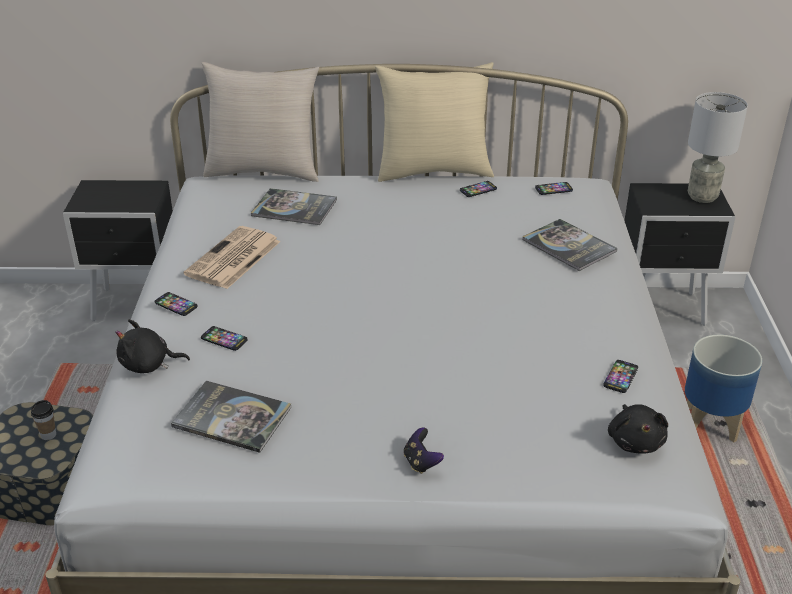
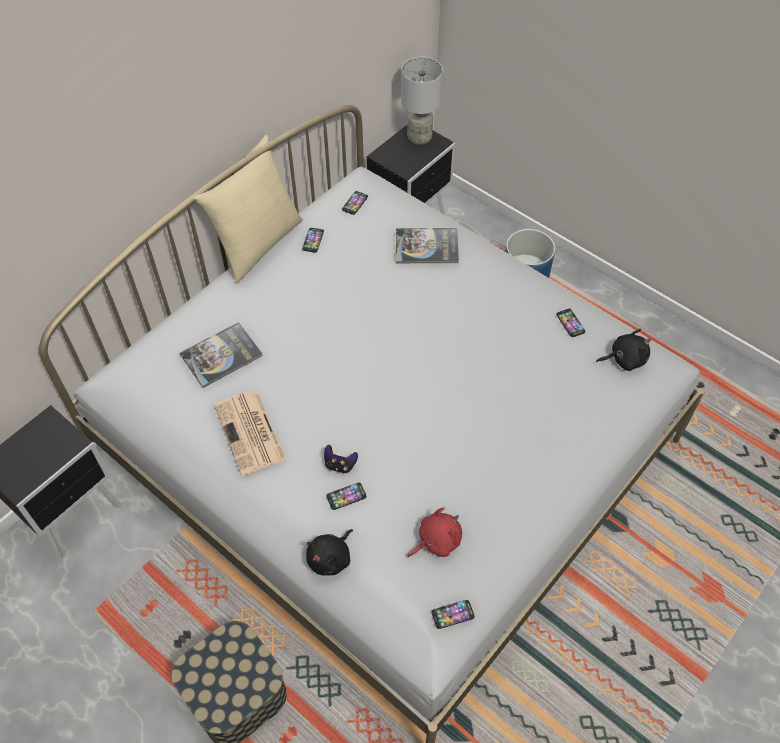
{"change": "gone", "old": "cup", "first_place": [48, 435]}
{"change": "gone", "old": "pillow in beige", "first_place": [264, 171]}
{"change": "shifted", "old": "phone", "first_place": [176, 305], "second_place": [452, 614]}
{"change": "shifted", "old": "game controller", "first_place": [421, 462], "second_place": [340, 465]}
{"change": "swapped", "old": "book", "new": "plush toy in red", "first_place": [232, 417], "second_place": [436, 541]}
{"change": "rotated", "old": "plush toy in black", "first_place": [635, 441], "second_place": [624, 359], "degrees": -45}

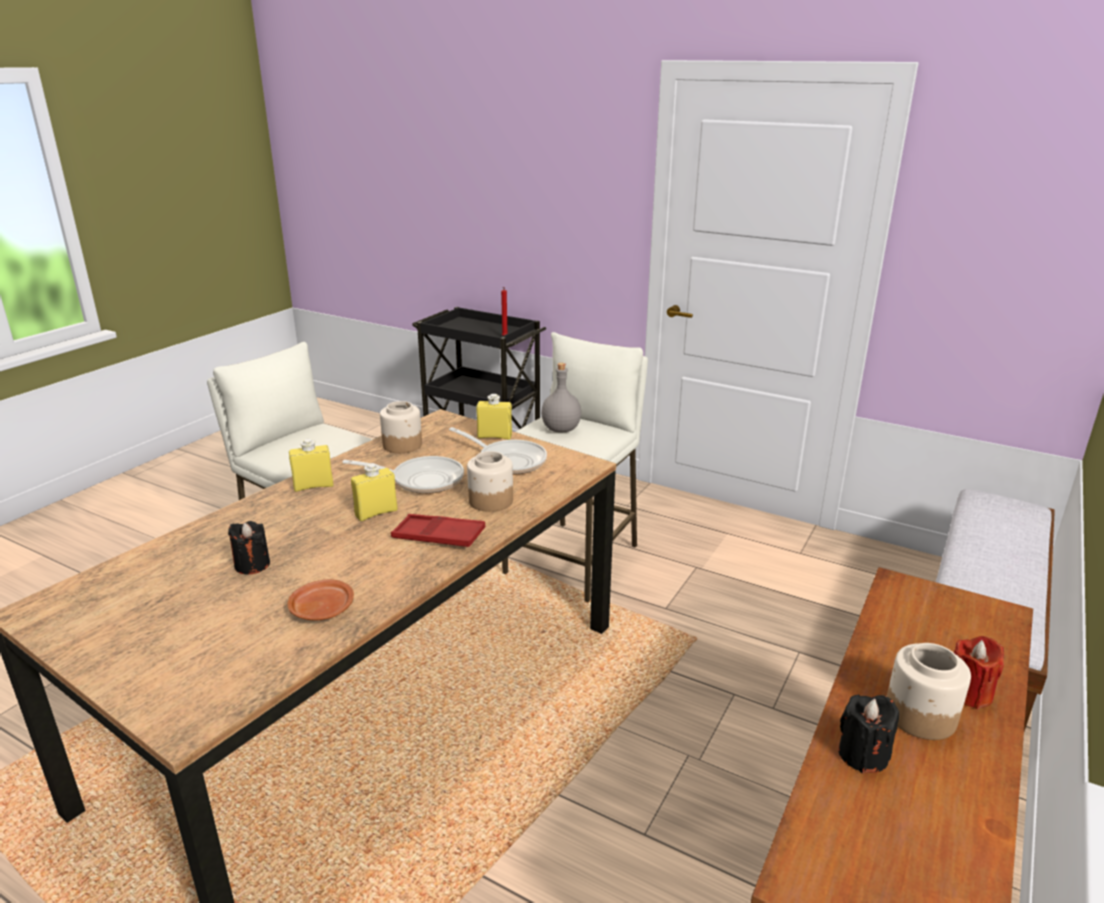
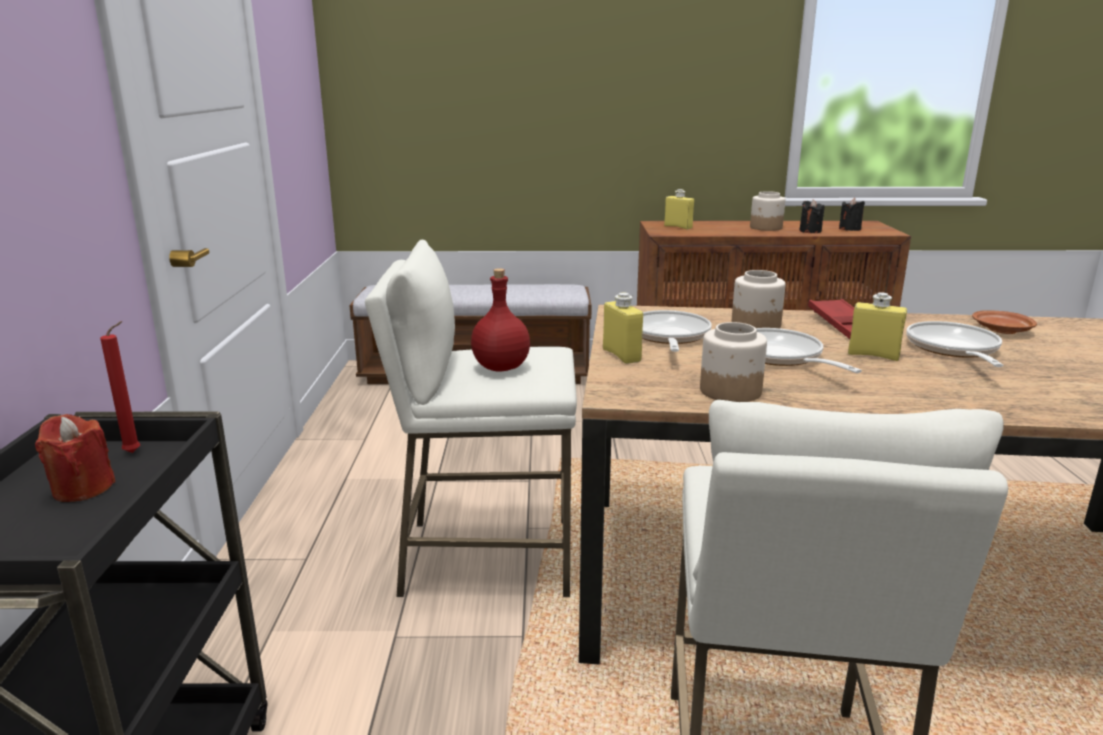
{"change": "new", "new": "frying pan", "second_place": [953, 350]}
{"change": "shifted", "old": "candle in black", "first_place": [252, 565], "second_place": [849, 229]}
{"change": "shifted", "old": "bottle in yellow", "first_place": [313, 486], "second_place": [678, 227]}
{"change": "shifted", "old": "candle in red", "first_place": [968, 693], "second_place": [82, 488]}
{"change": "repainted", "old": "bottle in grey", "new": "bottle in red", "first_place": [560, 429], "second_place": [501, 368]}

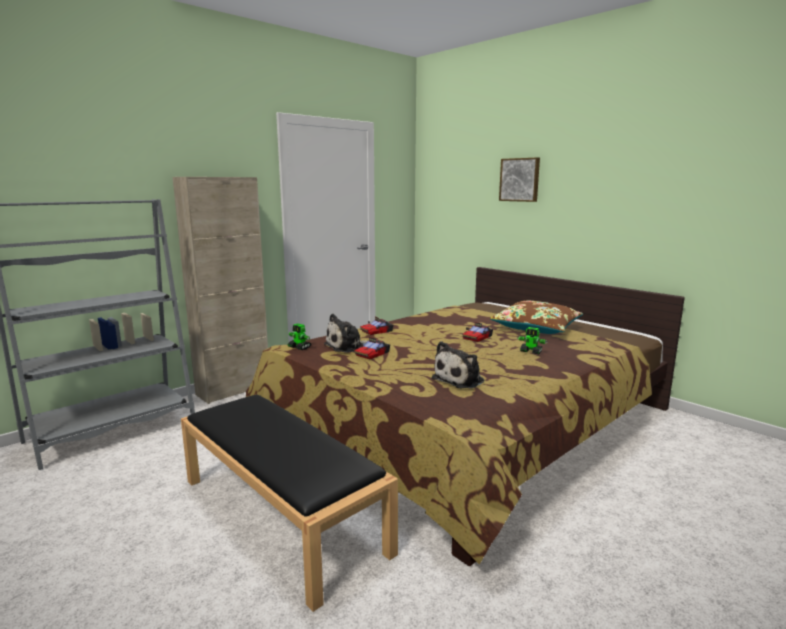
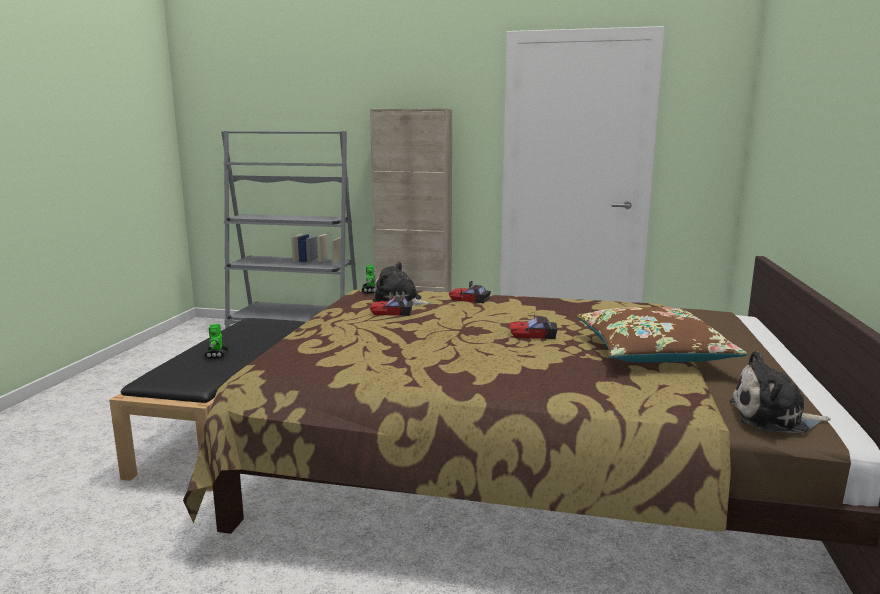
{"change": "gone", "old": "picture", "first_place": [520, 180]}
{"change": "shifted", "old": "plush toy", "first_place": [460, 379], "second_place": [773, 418]}
{"change": "shifted", "old": "toy robot", "first_place": [531, 352], "second_place": [217, 355]}

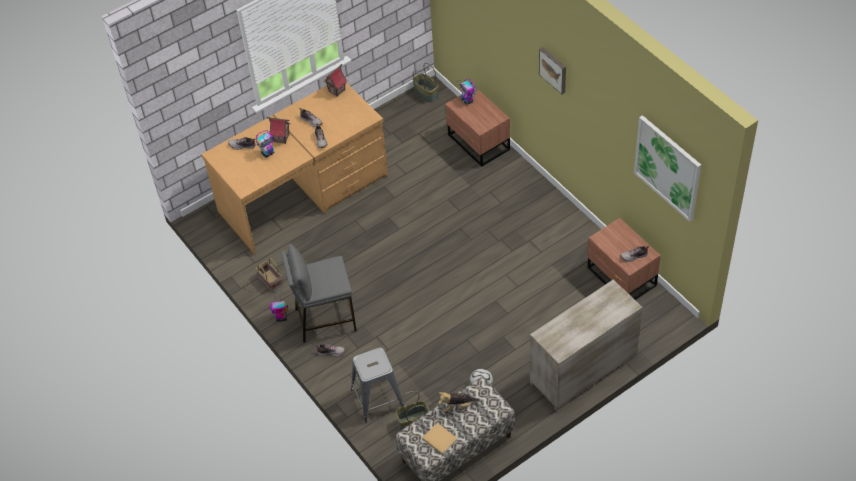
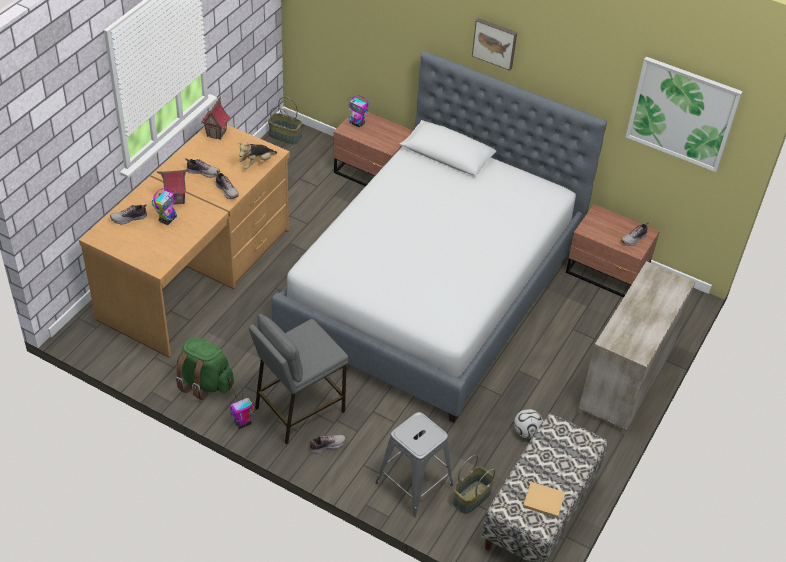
{"change": "new", "new": "bed", "second_place": [433, 288]}
{"change": "shifted", "old": "plush toy", "first_place": [457, 406], "second_place": [256, 163]}
{"change": "swapped", "old": "basket", "new": "backpack in green", "first_place": [269, 280], "second_place": [204, 383]}

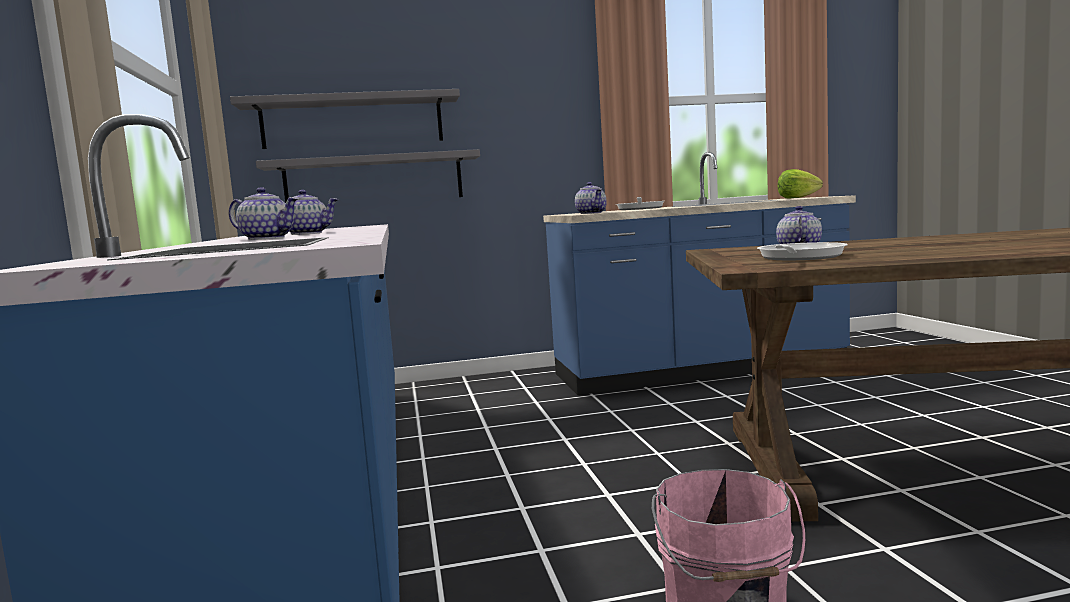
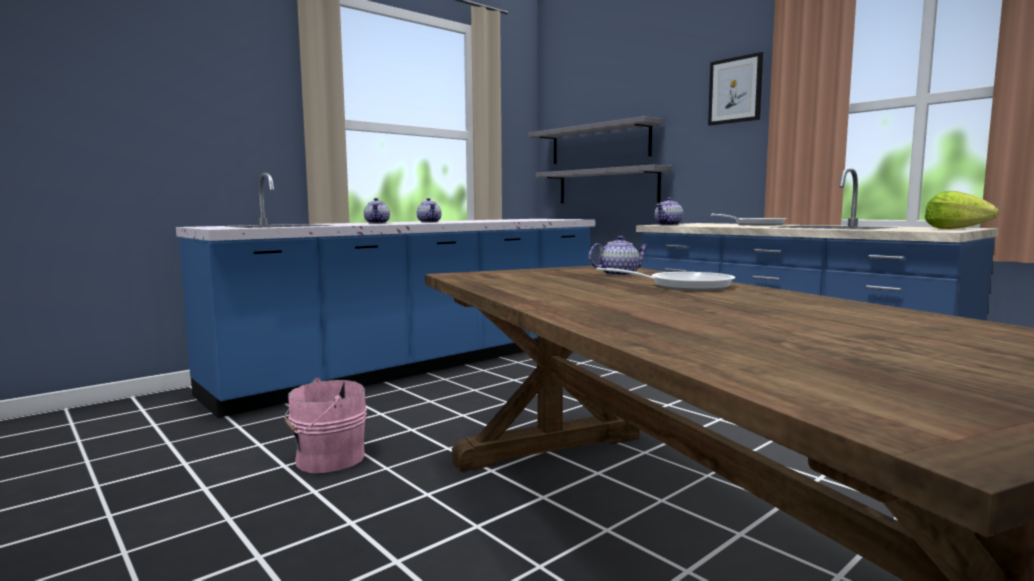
{"change": "new", "new": "picture", "second_place": [735, 90]}
{"change": "shifted", "old": "frying pan", "first_place": [798, 257], "second_place": [682, 286]}

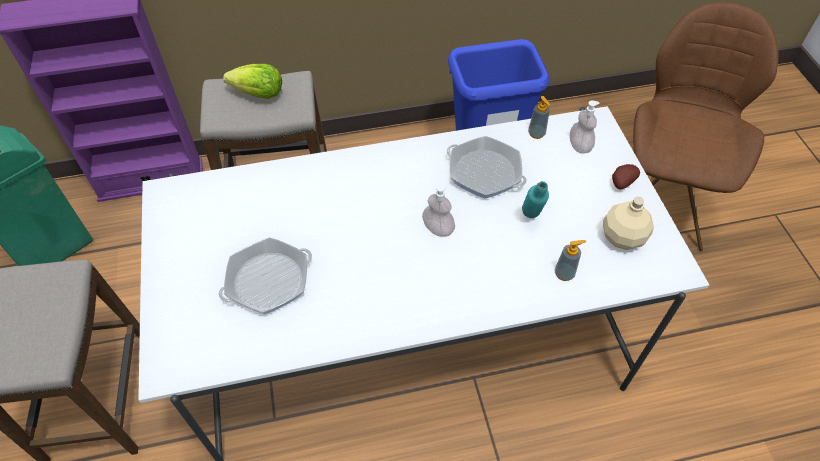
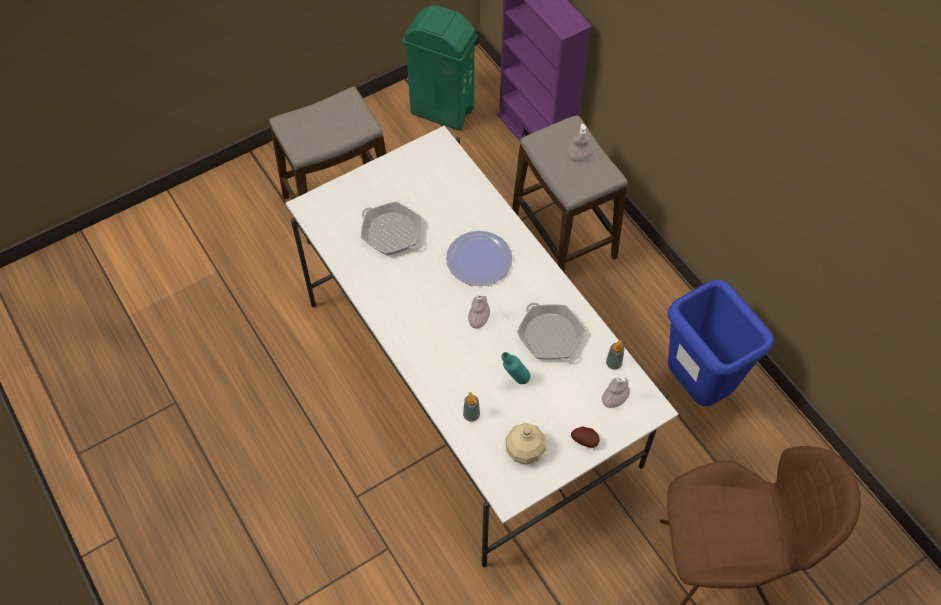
{"change": "new", "new": "plate", "second_place": [479, 259]}
{"change": "swapped", "old": "lettuce", "new": "soap dispenser", "first_place": [259, 94], "second_place": [579, 157]}
{"change": "rotated", "old": "frying pan", "first_place": [484, 172], "second_place": [550, 336], "degrees": 135}

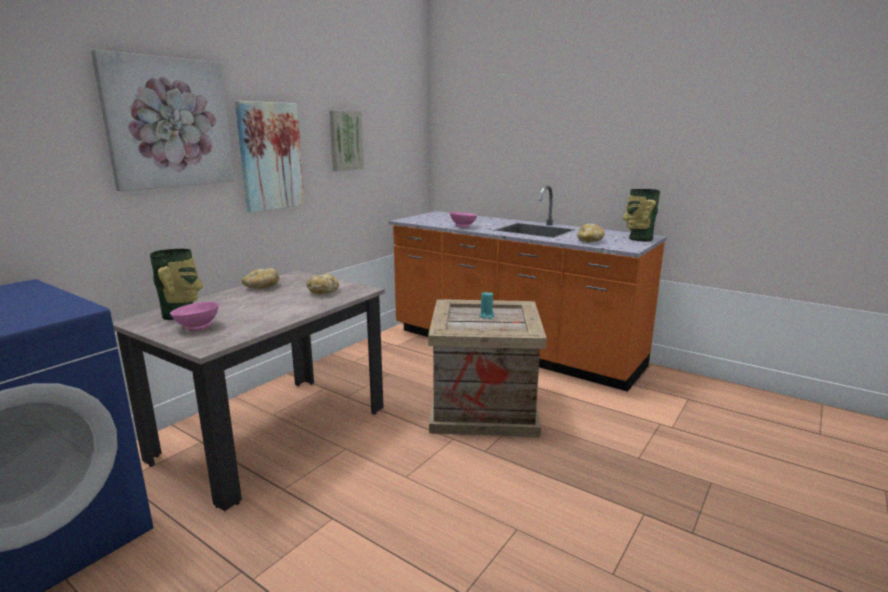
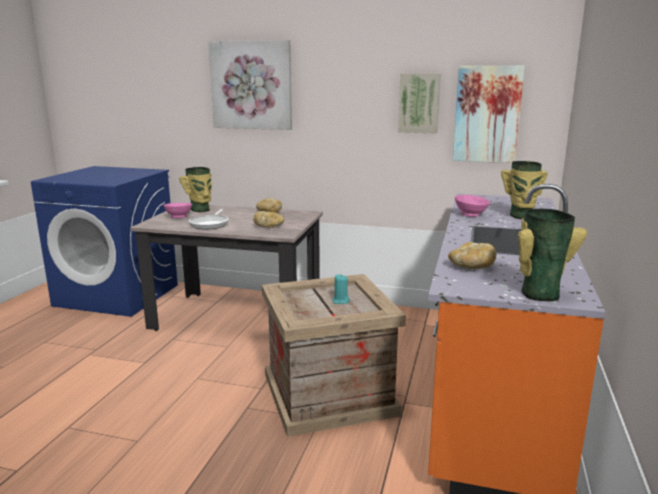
{"change": "new", "new": "frying pan", "second_place": [210, 224]}
{"change": "new", "new": "vase", "second_place": [521, 216]}
{"change": "shifted", "old": "picture", "first_place": [270, 156], "second_place": [487, 114]}

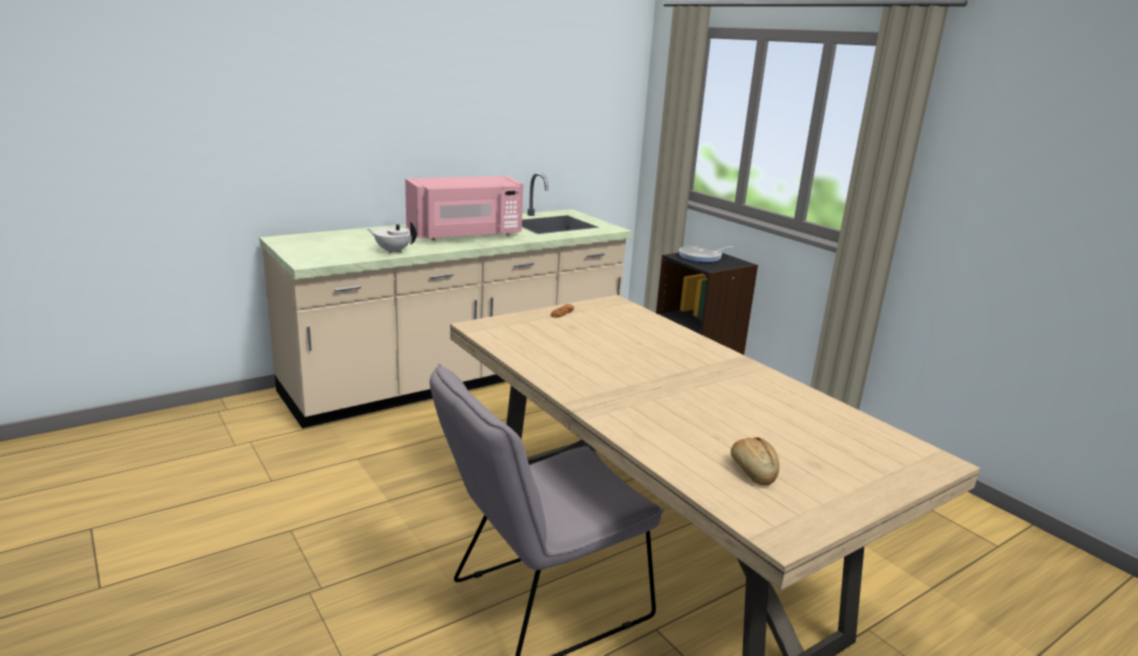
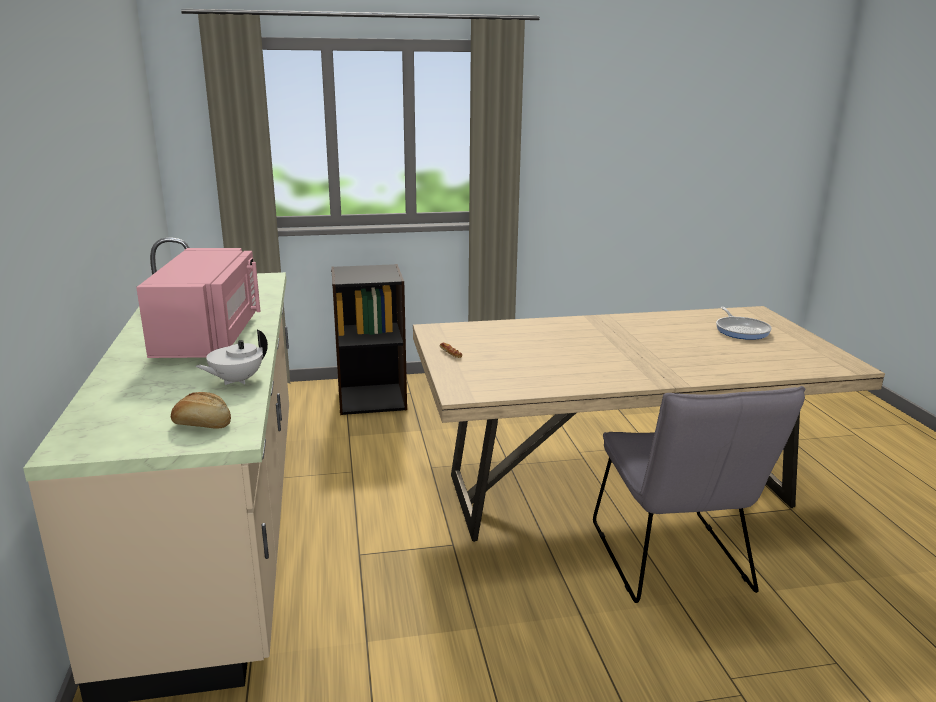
{"change": "shifted", "old": "frying pan", "first_place": [702, 257], "second_place": [741, 330]}
{"change": "shifted", "old": "bread", "first_place": [753, 471], "second_place": [202, 424]}

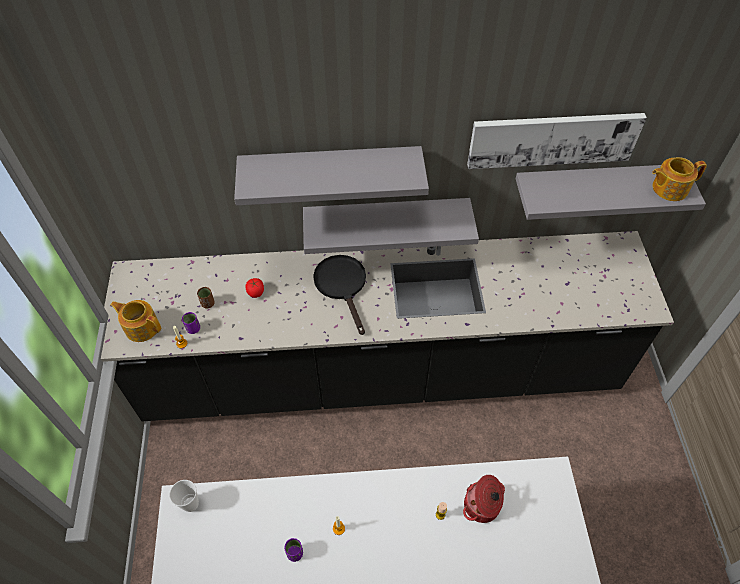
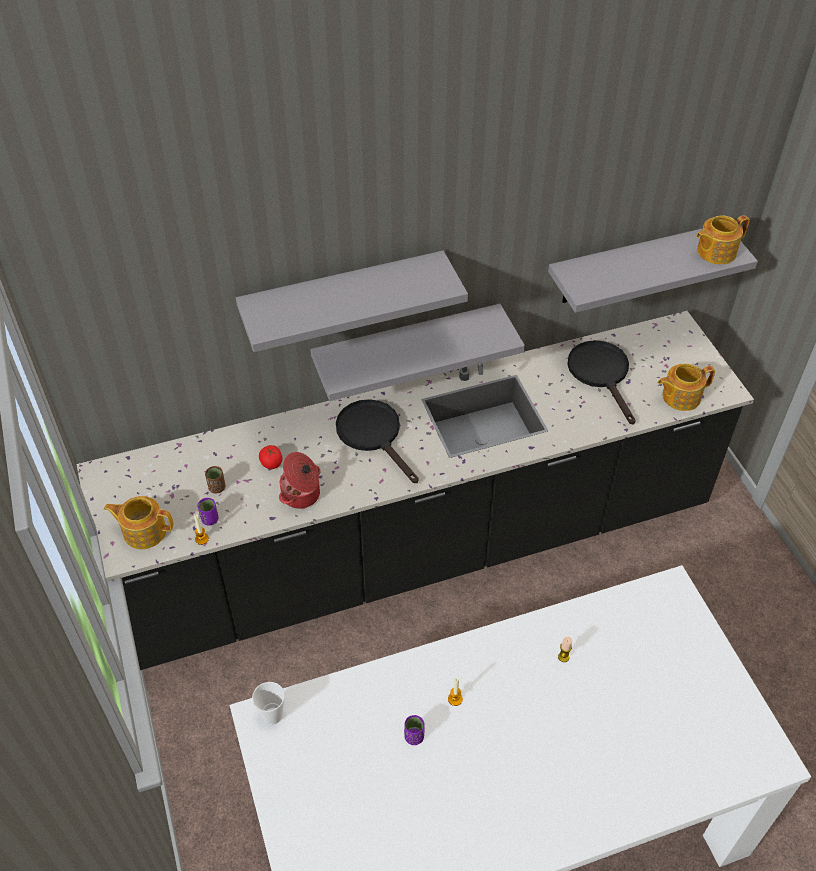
{"change": "gone", "old": "picture", "first_place": [553, 139]}
{"change": "new", "new": "frying pan in black", "second_place": [601, 374]}
{"change": "new", "new": "teapot", "second_place": [680, 396]}
{"change": "shifted", "old": "cooking pot", "first_place": [482, 506], "second_place": [302, 495]}

